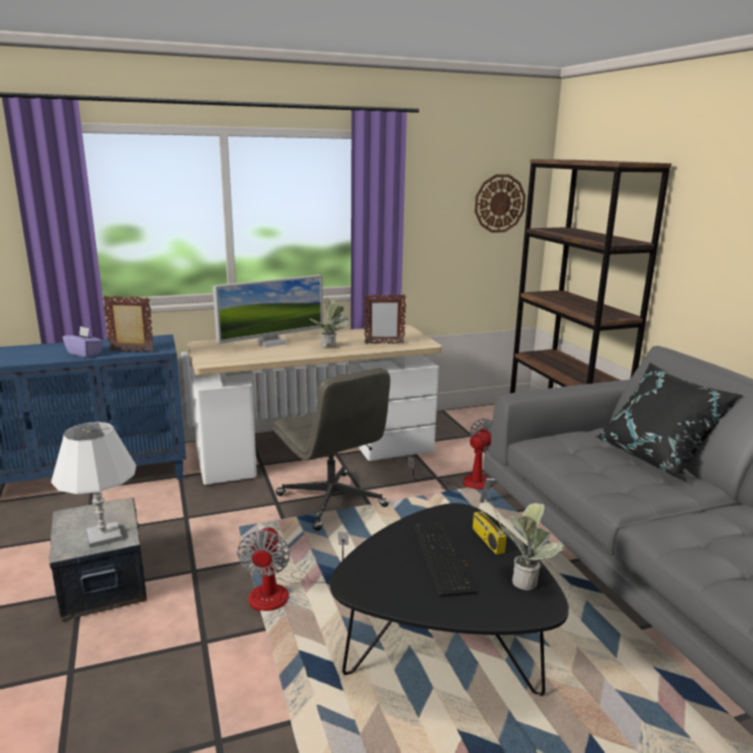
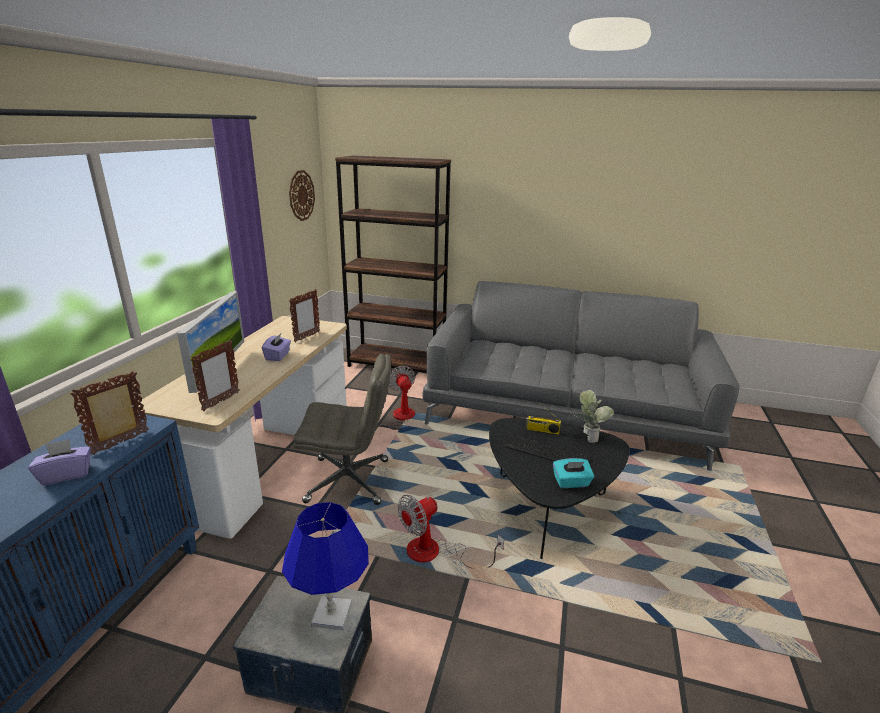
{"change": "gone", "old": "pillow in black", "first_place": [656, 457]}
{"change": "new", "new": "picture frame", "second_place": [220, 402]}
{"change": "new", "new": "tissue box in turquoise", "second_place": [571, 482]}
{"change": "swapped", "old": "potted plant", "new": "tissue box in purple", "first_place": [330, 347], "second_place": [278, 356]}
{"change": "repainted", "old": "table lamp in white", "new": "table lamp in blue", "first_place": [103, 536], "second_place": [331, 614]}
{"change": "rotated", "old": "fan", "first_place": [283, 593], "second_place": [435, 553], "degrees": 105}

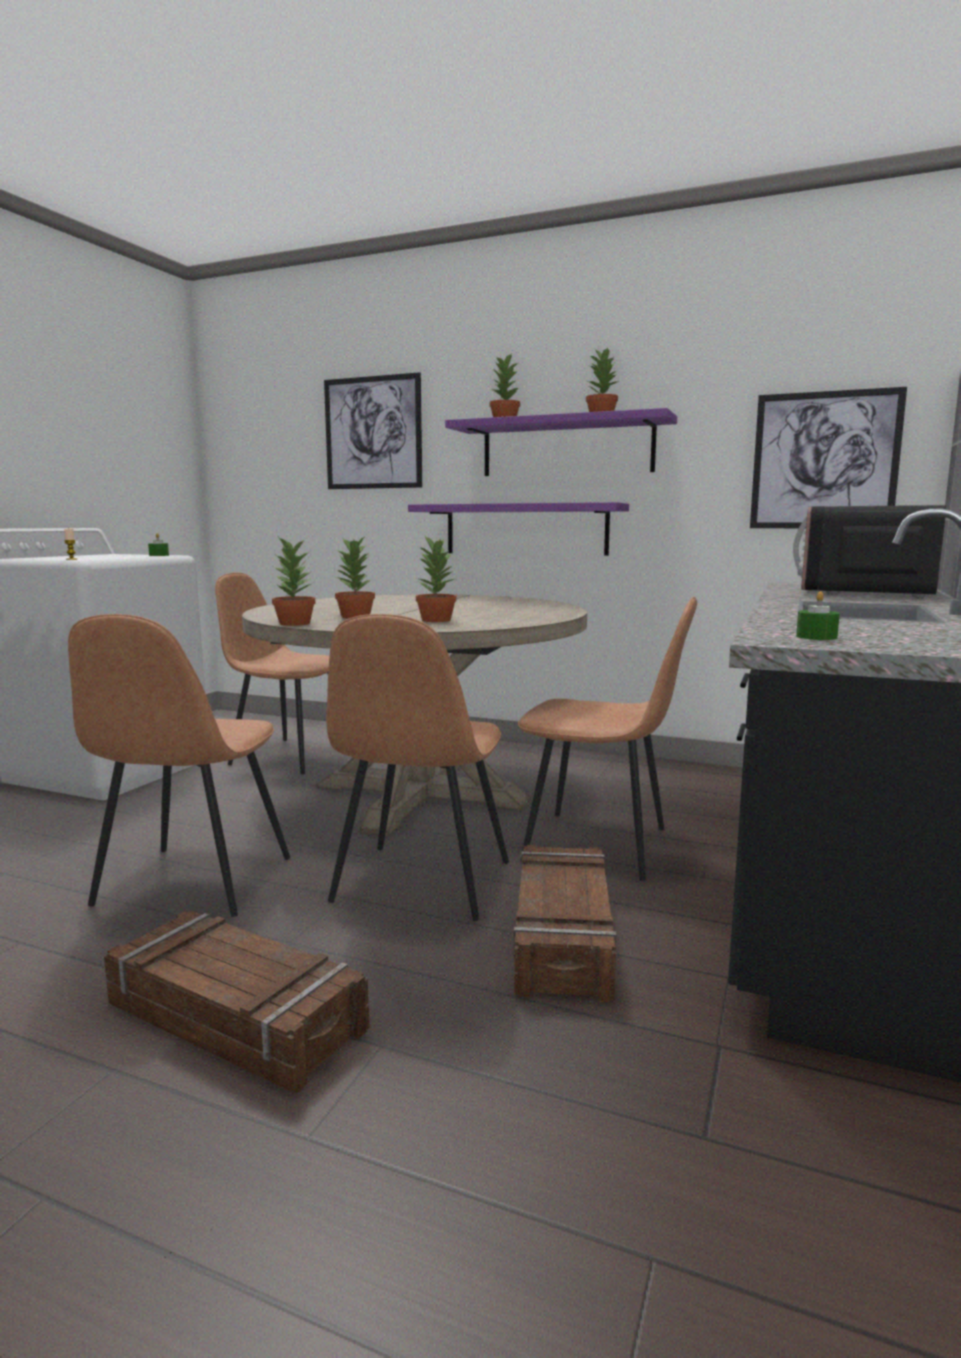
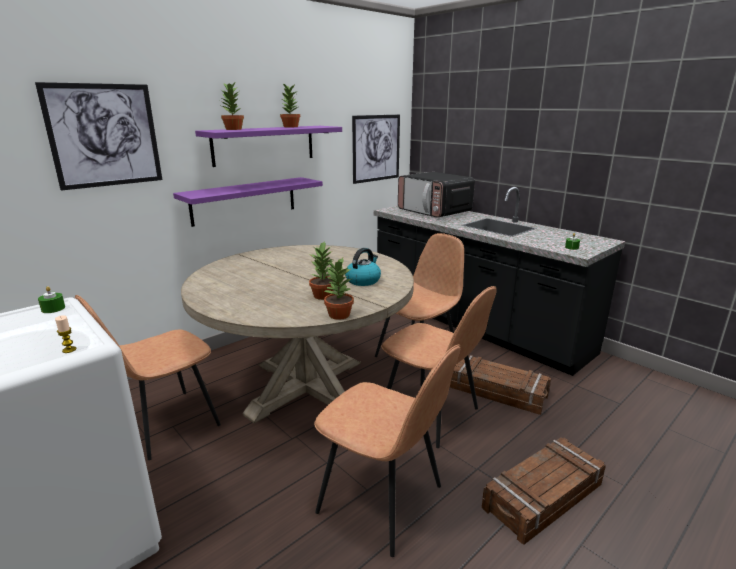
{"change": "swapped", "old": "potted plant", "new": "kettle", "first_place": [436, 620], "second_place": [363, 280]}

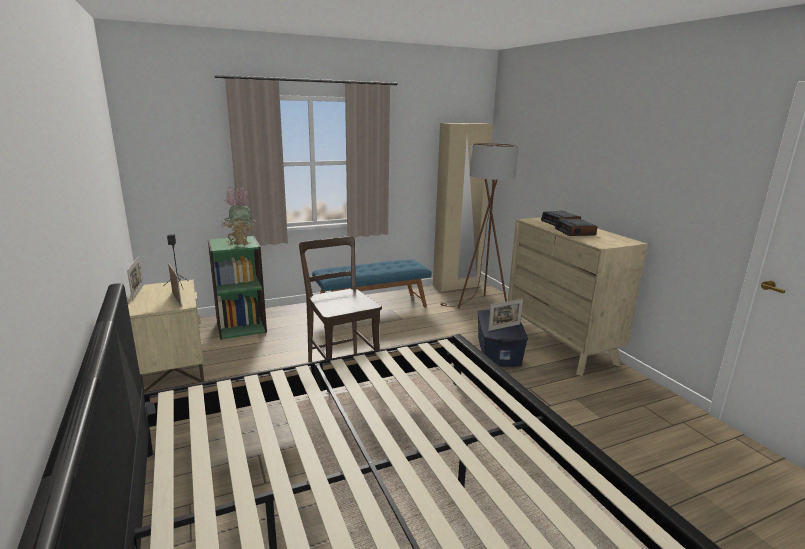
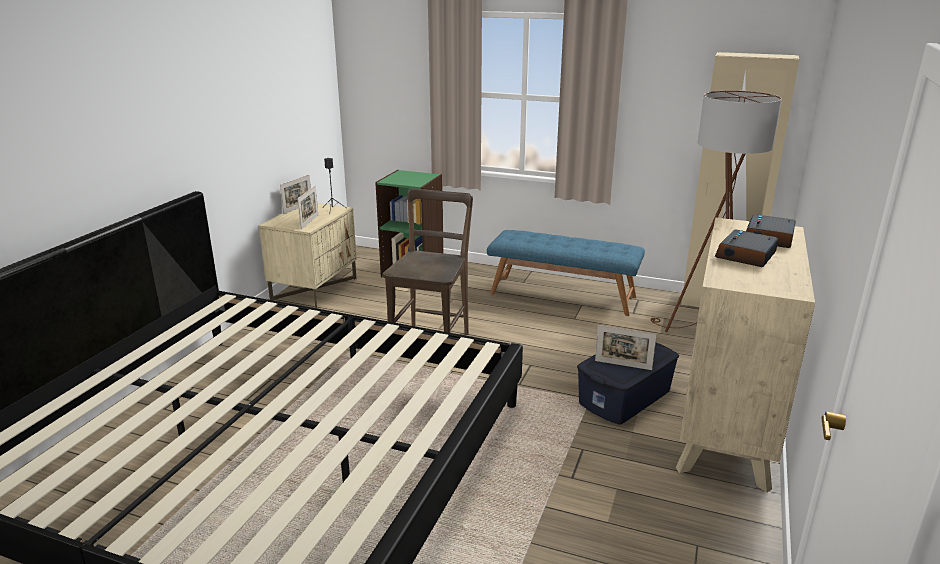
{"change": "gone", "old": "potted plant", "first_place": [240, 243]}

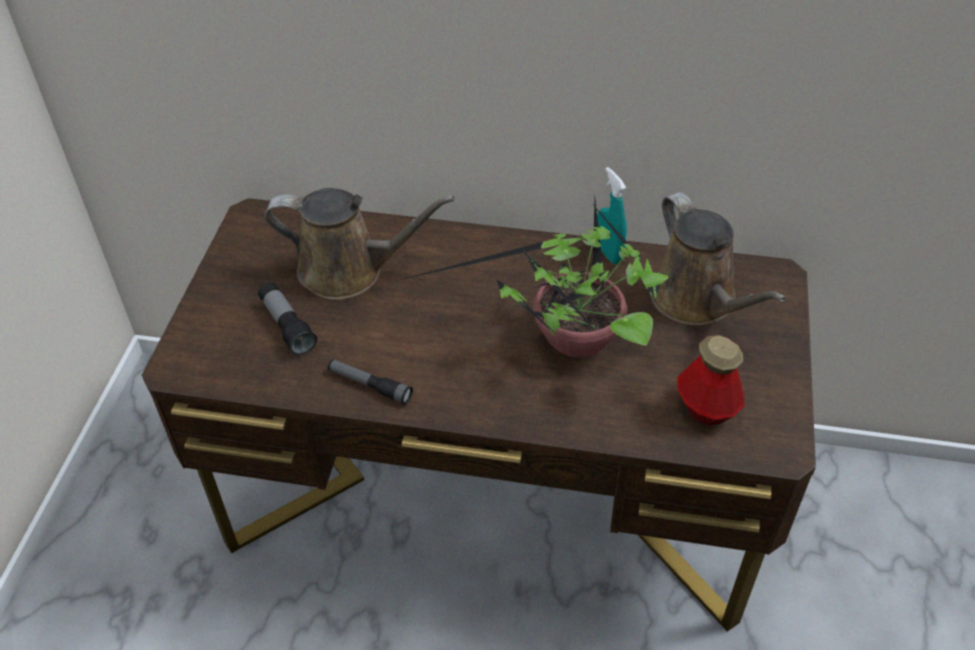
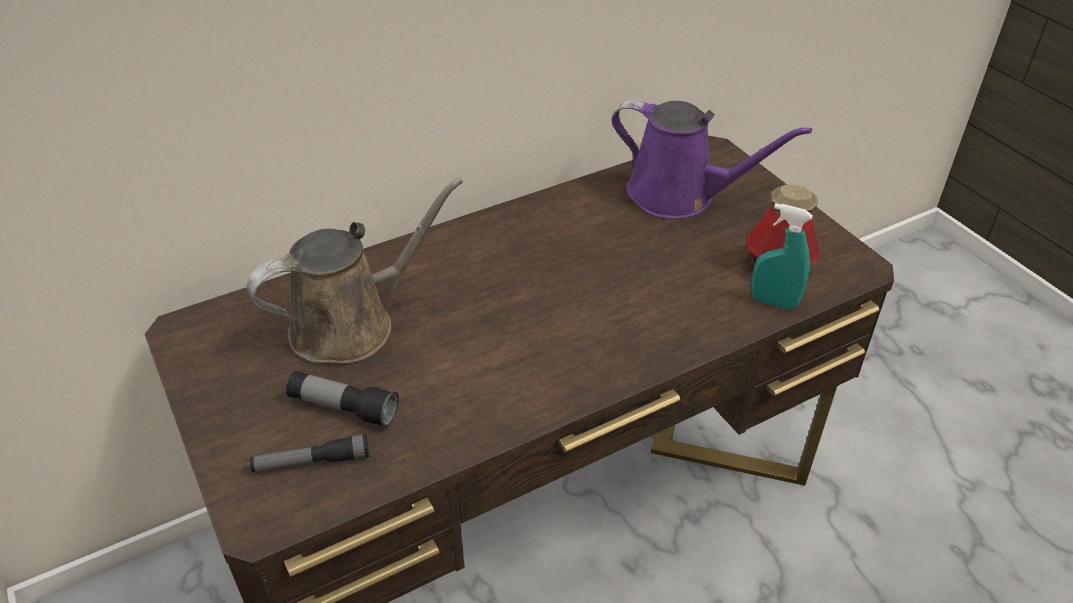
{"change": "gone", "old": "potted plant", "first_place": [570, 341]}
{"change": "shifted", "old": "flashlight", "first_place": [369, 385], "second_place": [311, 462]}
{"change": "shifted", "old": "spray bottle in turquoise", "first_place": [608, 253], "second_place": [773, 302]}
{"change": "repainted", "old": "watering can in brown", "new": "watering can in purple", "first_place": [697, 301], "second_place": [679, 195]}

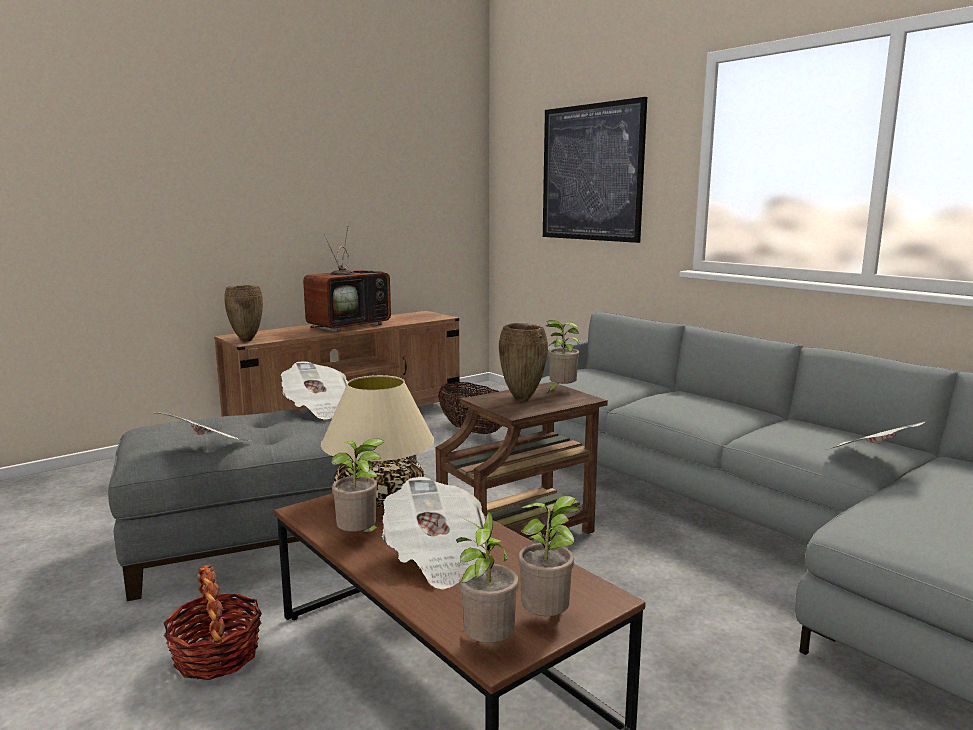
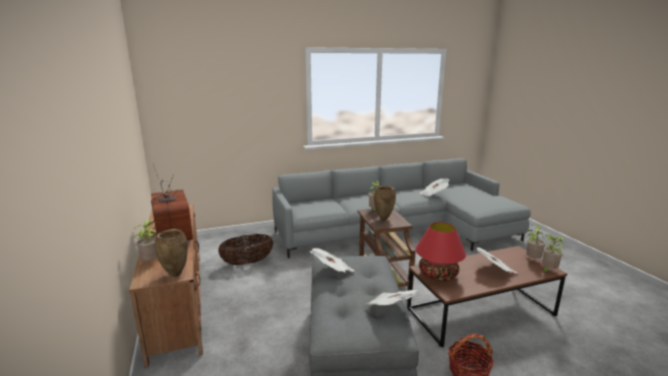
{"change": "gone", "old": "picture", "first_place": [591, 173]}
{"change": "shifted", "old": "potted plant", "first_place": [360, 538], "second_place": [151, 262]}
{"change": "repainted", "old": "table lamp in beige", "new": "table lamp in red", "first_place": [380, 497], "second_place": [437, 275]}

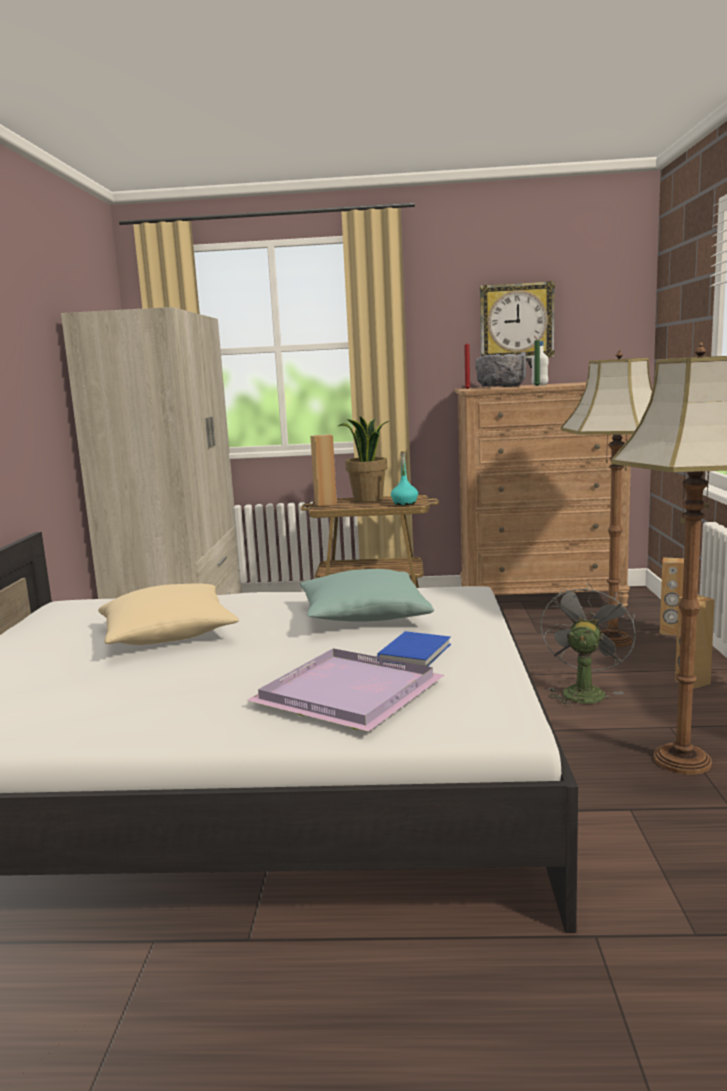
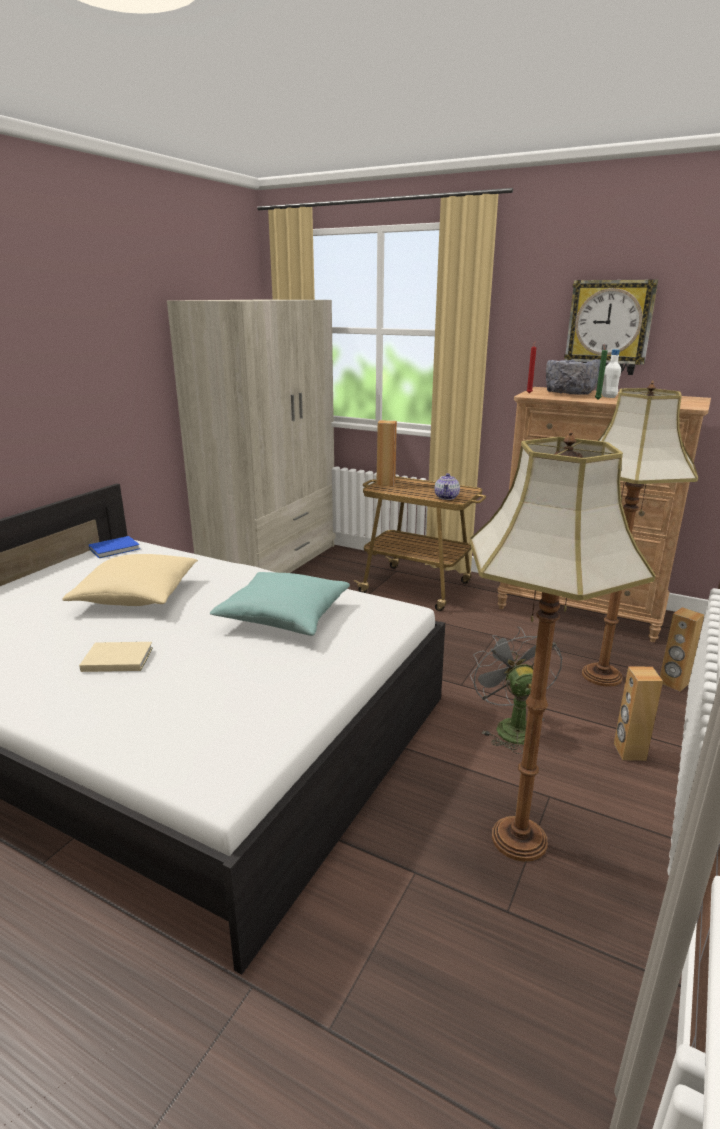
{"change": "gone", "old": "tray in purple", "first_place": [347, 692]}
{"change": "gone", "old": "potted plant", "first_place": [368, 499]}
{"change": "new", "new": "book in beige", "second_place": [116, 659]}
{"change": "shifted", "old": "book in blue", "first_place": [417, 652], "second_place": [116, 549]}
{"change": "swapped", "old": "bottle in turquoise", "new": "teapot", "first_place": [404, 503], "second_place": [447, 497]}
{"change": "rotated", "old": "fan in grey", "first_place": [583, 691], "second_place": [511, 726], "degrees": -60}

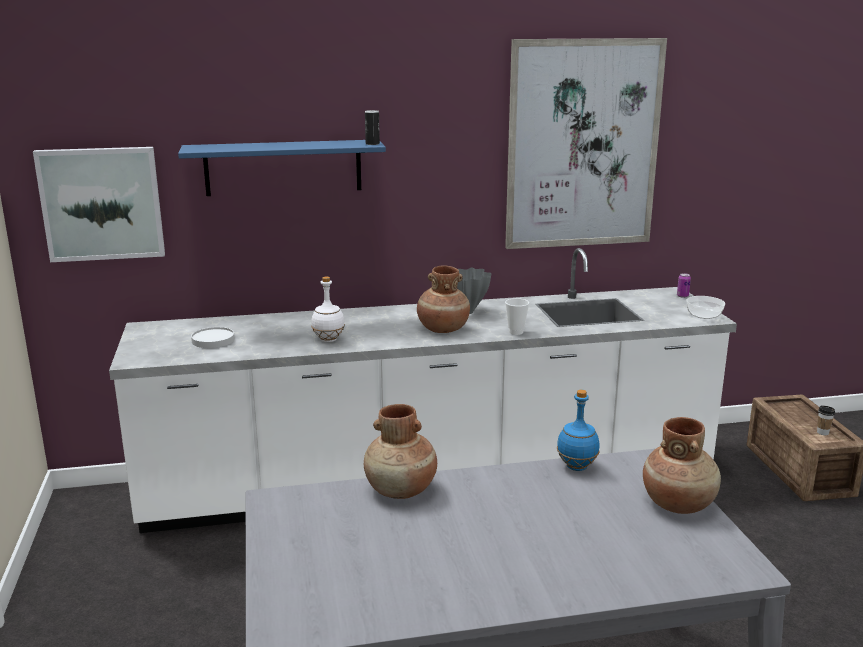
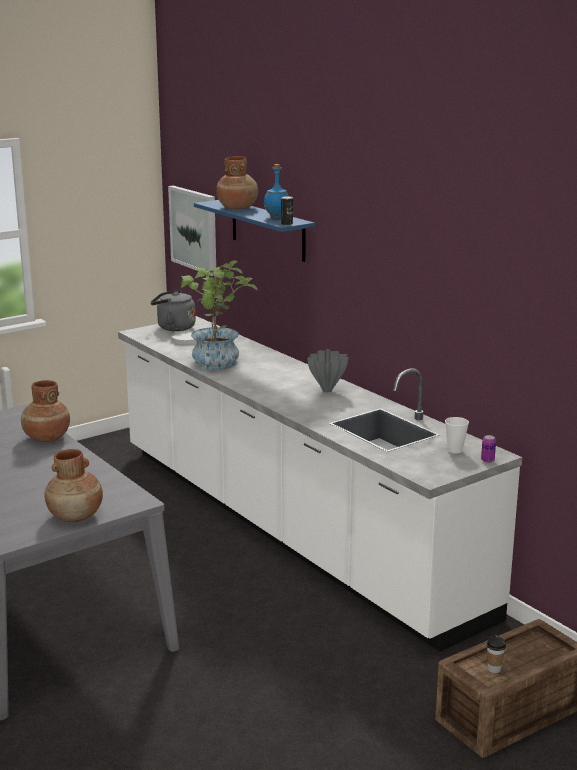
{"change": "gone", "old": "picture", "first_place": [582, 145]}
{"change": "gone", "old": "bowl", "first_place": [703, 315]}
{"change": "new", "new": "kettle in grey", "second_place": [173, 327]}
{"change": "shifted", "old": "vase in brown", "first_place": [442, 329], "second_place": [237, 208]}
{"change": "shifted", "old": "cup", "first_place": [516, 332], "second_place": [455, 450]}
{"change": "shifted", "old": "bottle in blue", "first_place": [576, 467], "second_place": [276, 217]}
{"change": "swapped", "old": "bottle in white", "new": "potted plant", "first_place": [329, 340], "second_place": [218, 365]}

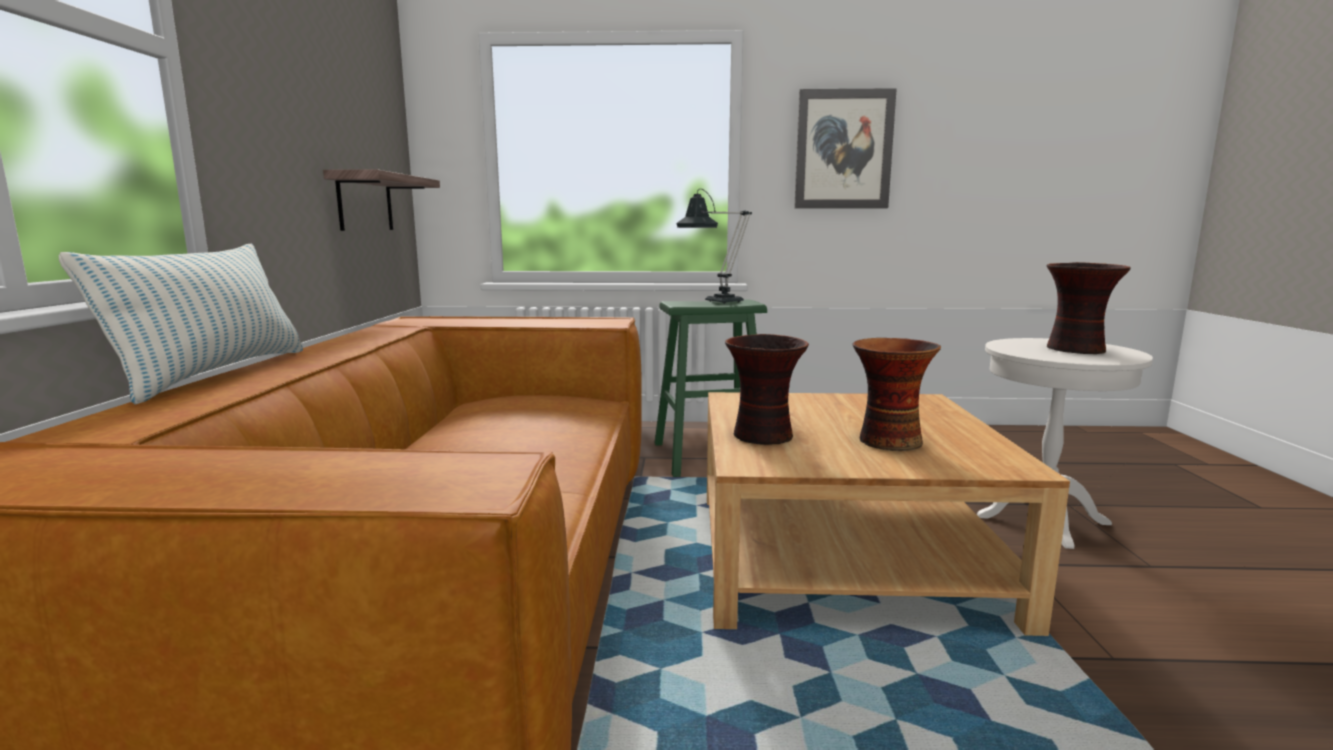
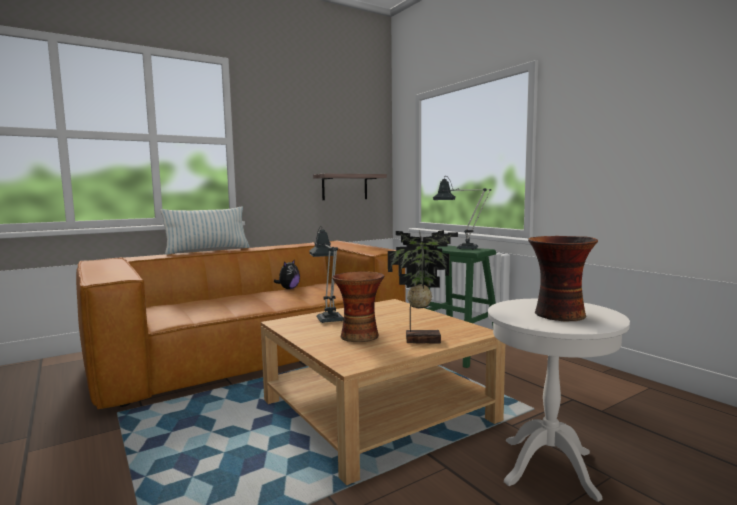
{"change": "gone", "old": "picture", "first_place": [843, 150]}
{"change": "new", "new": "plush toy", "second_place": [288, 289]}
{"change": "new", "new": "potted plant", "second_place": [422, 340]}
{"change": "swapped", "old": "vase", "new": "table lamp", "first_place": [763, 436], "second_place": [328, 318]}

